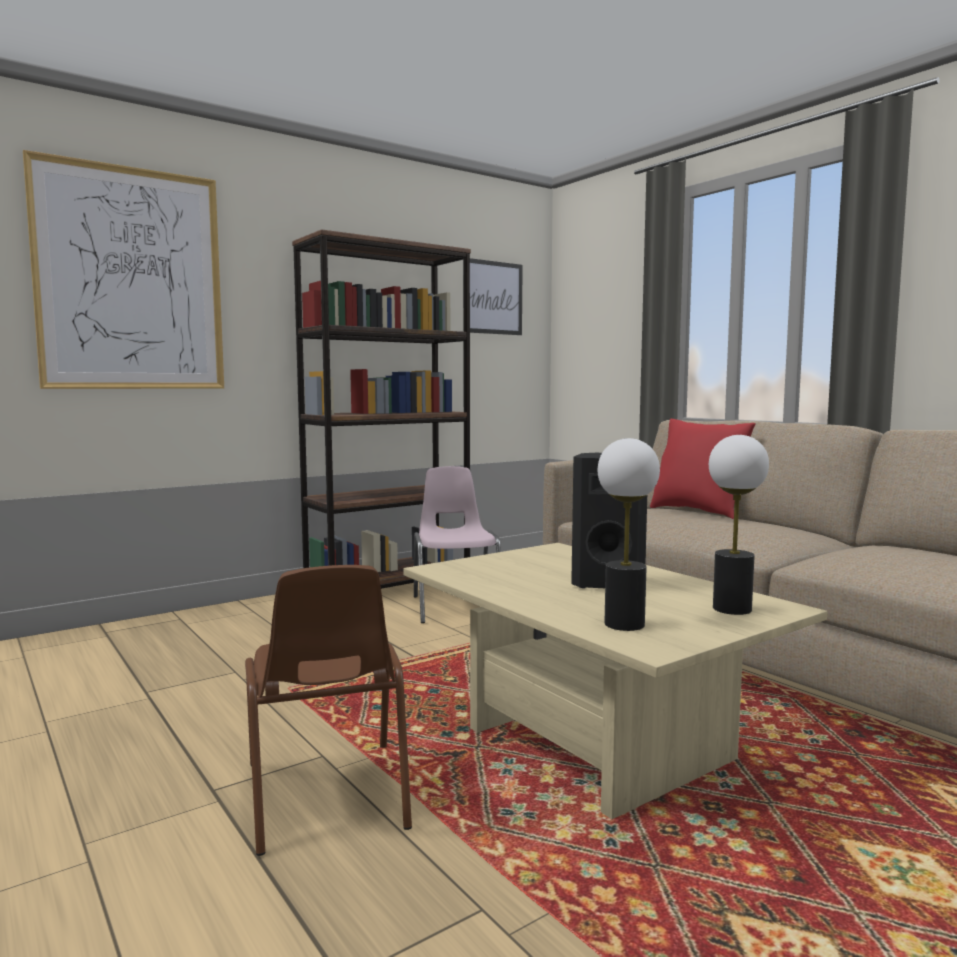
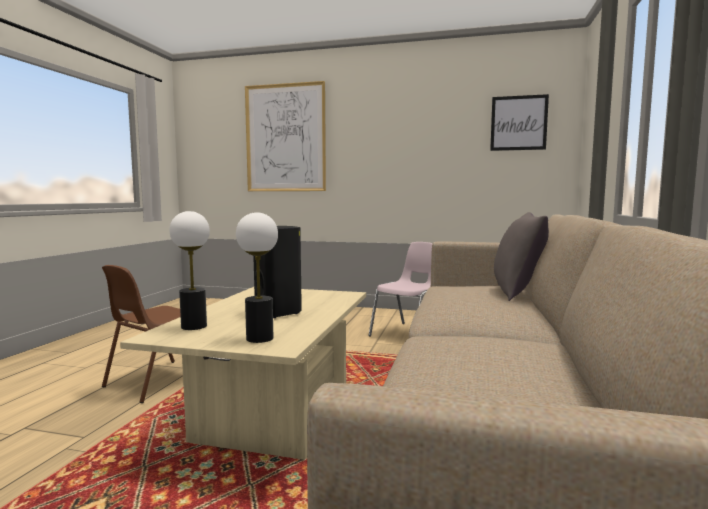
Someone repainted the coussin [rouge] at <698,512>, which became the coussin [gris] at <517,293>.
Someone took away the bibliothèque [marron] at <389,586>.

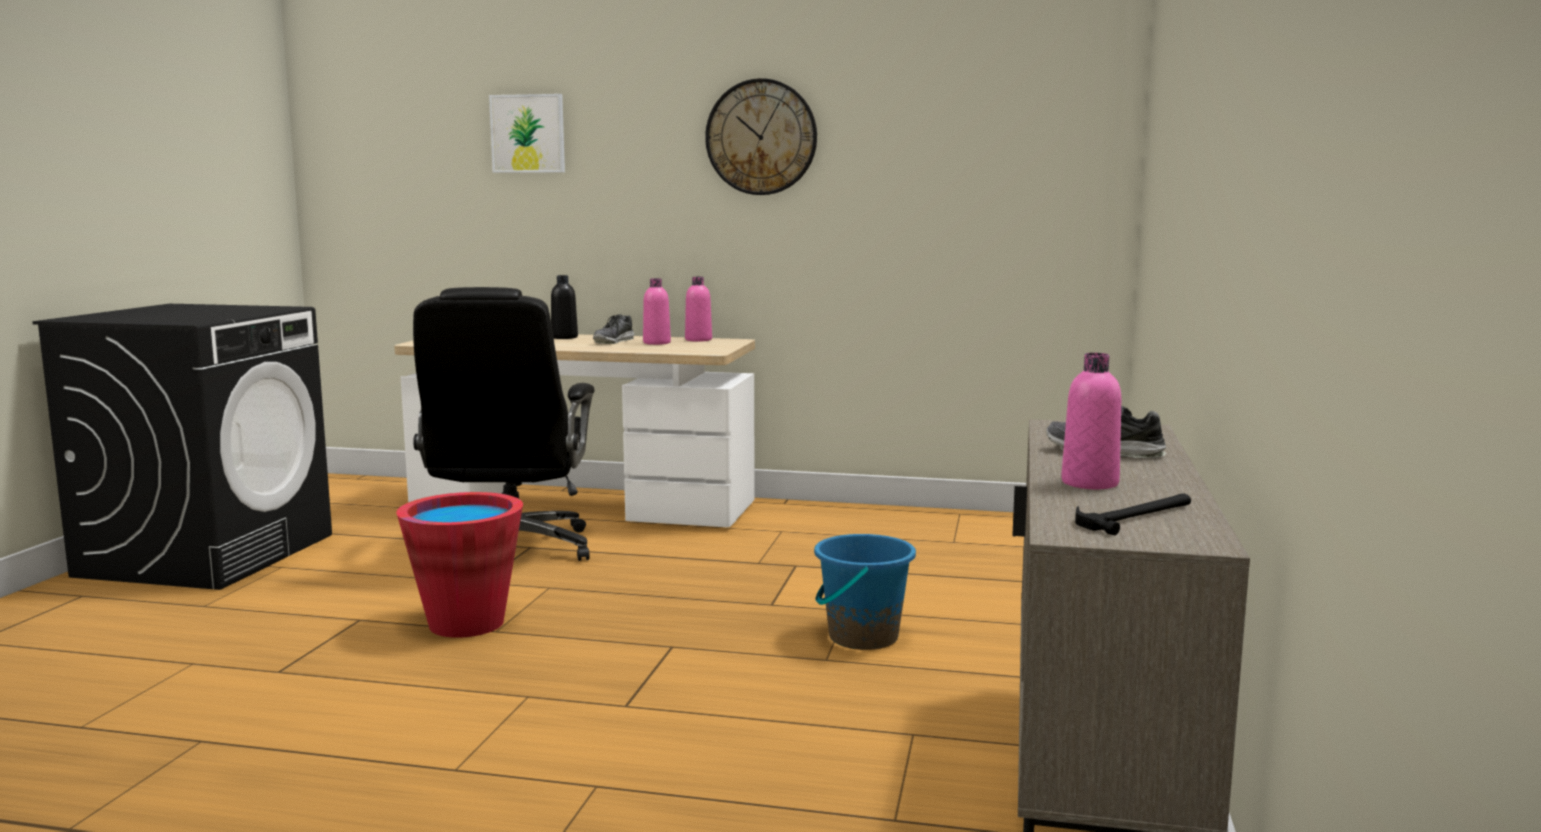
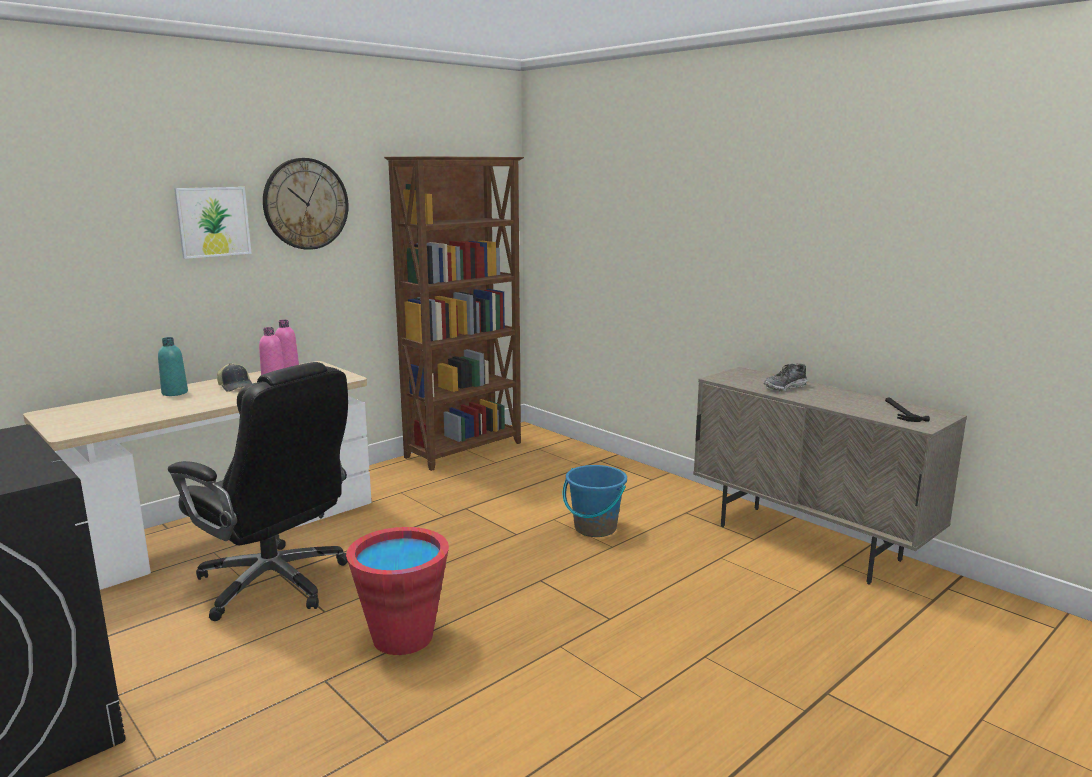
Someone repainted the bouteille [noir] at <564,337>, which became the bouteille [turquoise] at <175,393>.
Someone carried the tableau from <528,133> to <213,222>.
Someone swapped the chaussure at <614,341> for the casquette at <236,386>.
Someone put down the bibliothèque [marron] at <465,450>.
Someone took away the bouteille [rose] at <1090,483>.

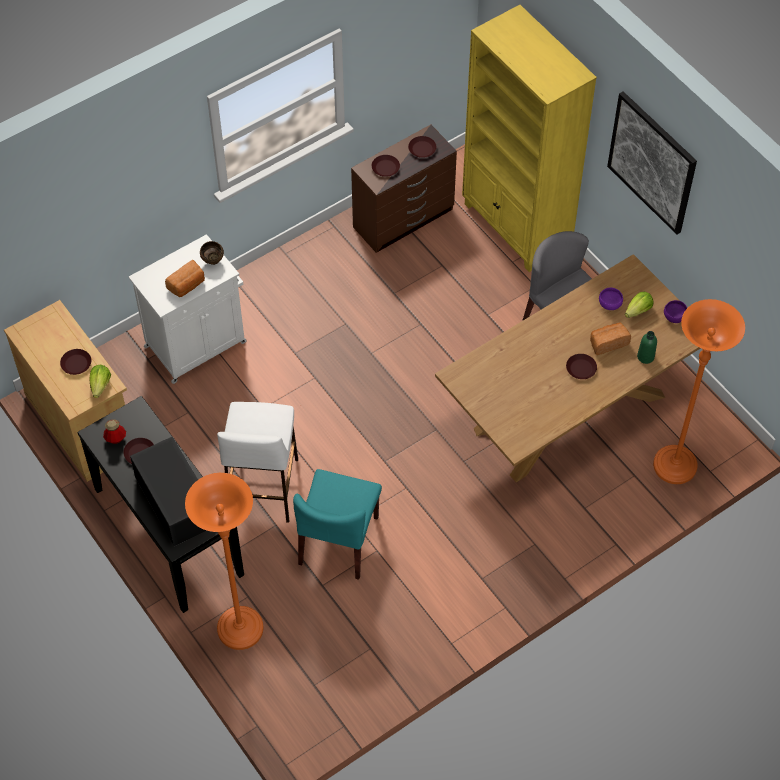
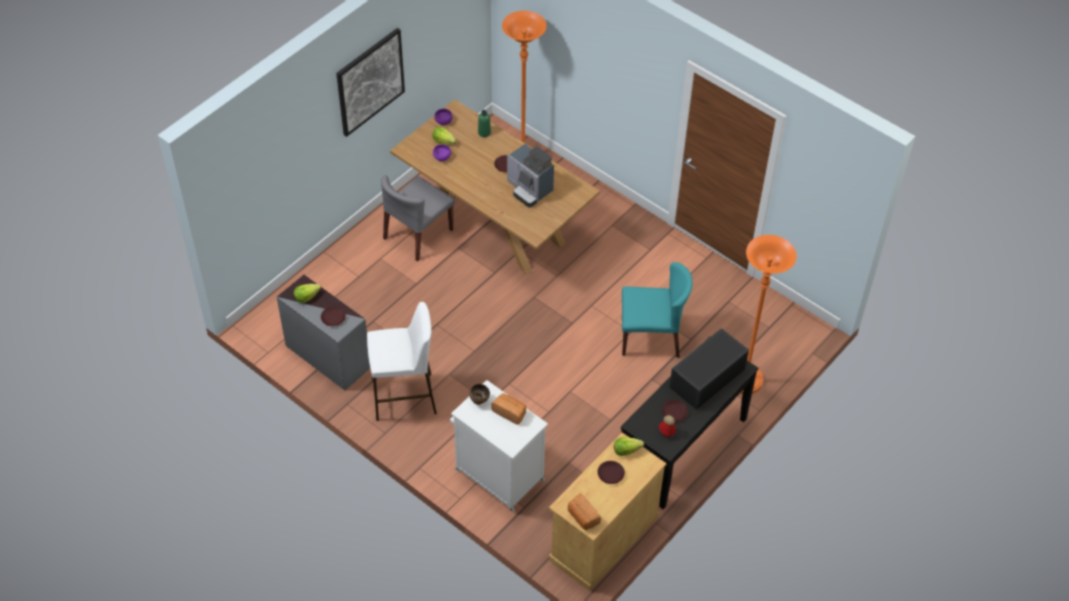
Someone repainted the commode [marron] at <404,219>, which became the commode [gris] at <328,356>.
Someone swapped the assiette [marron] at <422,149> for the laitue at <306,297>.
Someone carried the tabouret [blanc] from <263,488> to <404,397>.
Someone put down the machine à café at <529,189>.
Someone carried the pain from <608,343> to <582,517>.
Someone took away the bibliothèque [jaune] at <516,227>.

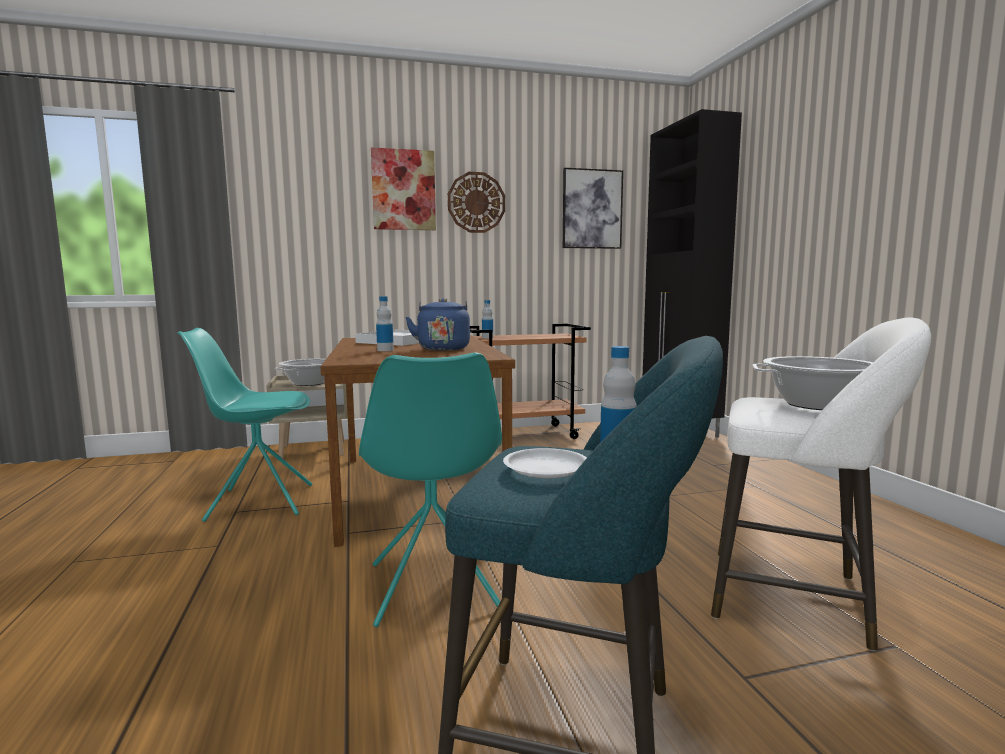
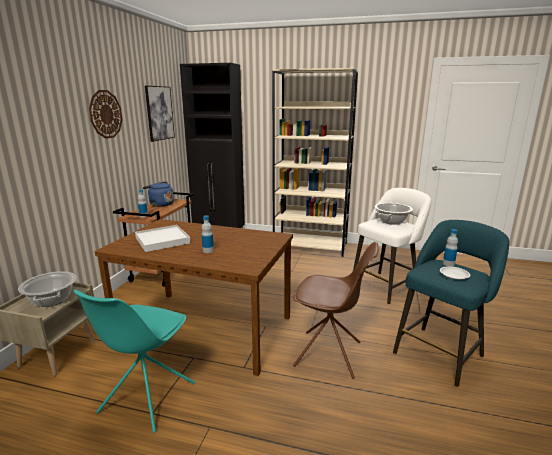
Someone carried the bouilloire [bleu] from <443,348> to <160,204>.
Someone put down the bibliothèque [beige] at <311,246>.
Someone repainted the chaise [turquoise] at <433,588>, which became the chaise [marron] at <329,354>.
Someone took away the tableau at <403,190>.

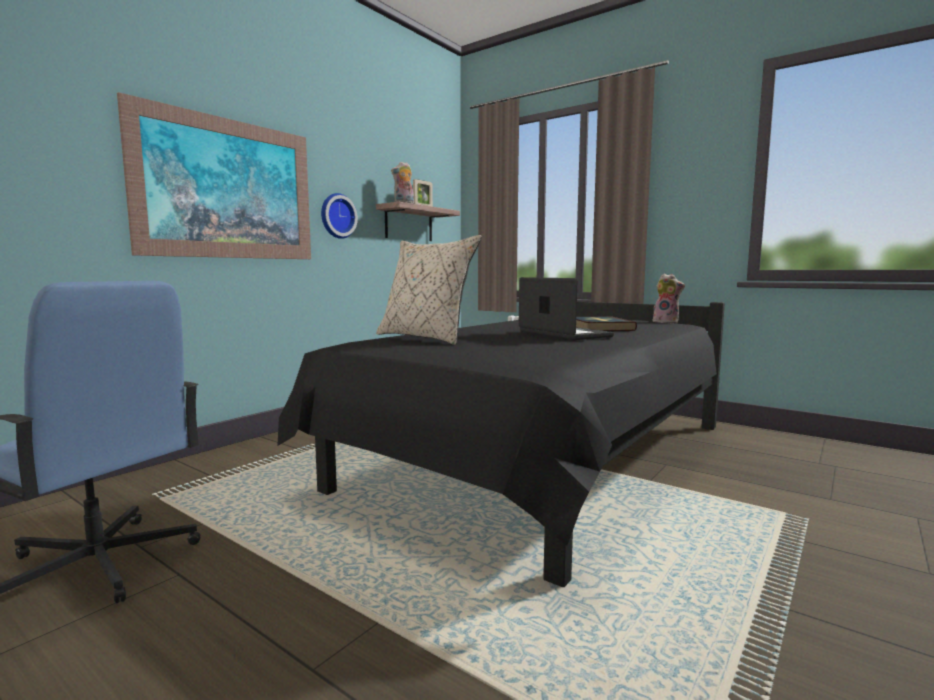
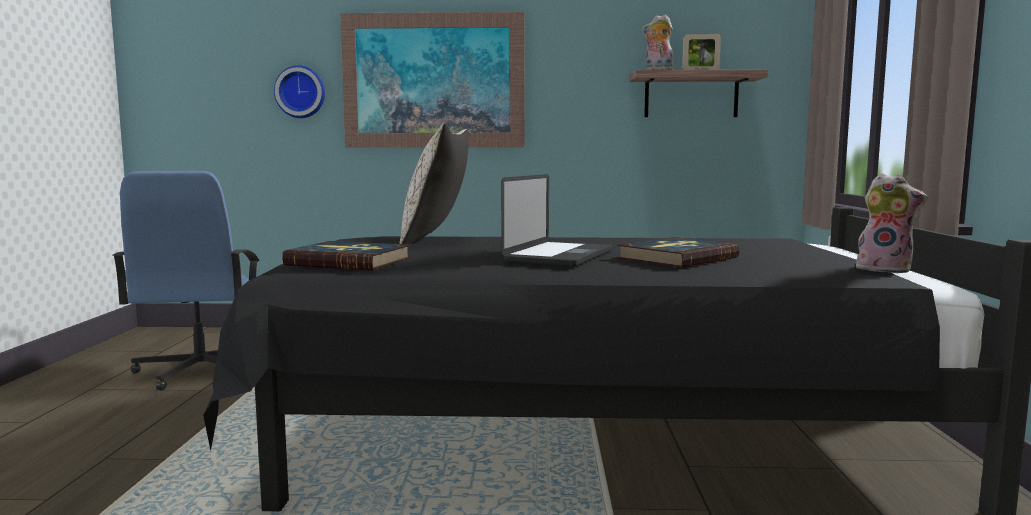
Someone carried the horloge murale from <336,216> to <301,92>.
Someone put down the livre at <349,261>.
Someone rotated the peluche at <666,322> by 60 degrees counterclockwise.

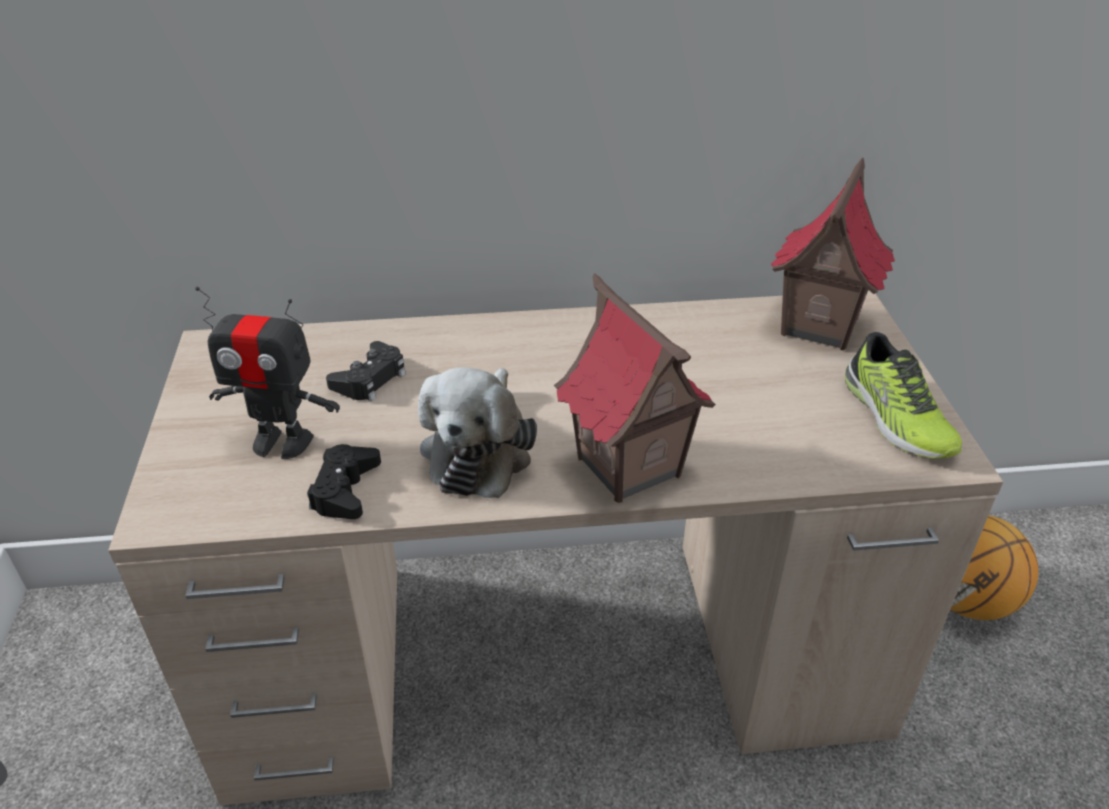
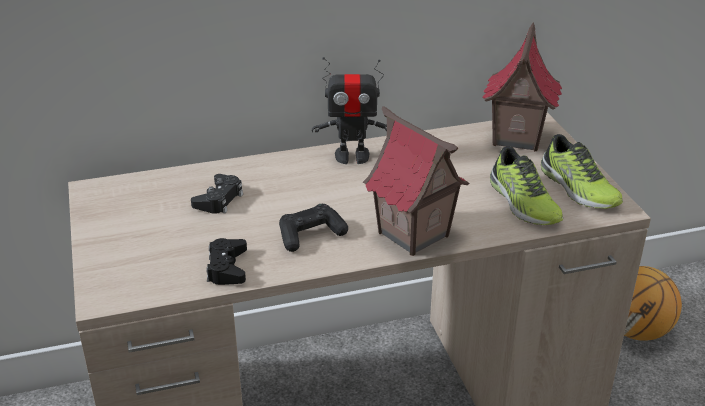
Someone swapped the peluche at <479,450> for the manette [noir] at <310,235>.
Someone carried the robot jouet from <282,442> to <352,156>.
Someone put down the chaussure at <522,202>.

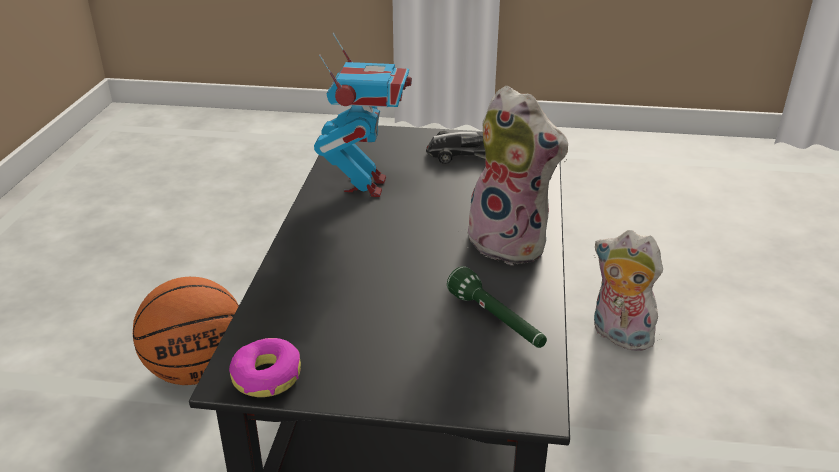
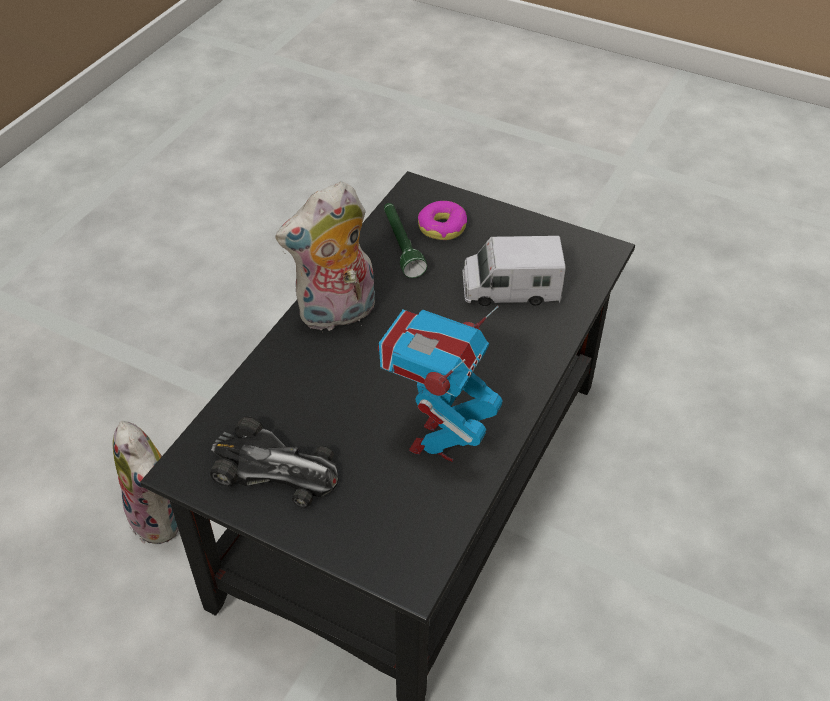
Someone rotated the peluche at <512,243> by 90 degrees counterclockwise.
Someone carried the beignet from <266,377> to <442,227>.
Someone put down the camion jouet at <510,289>.
Someone took away the ballon de basket at <197,370>.

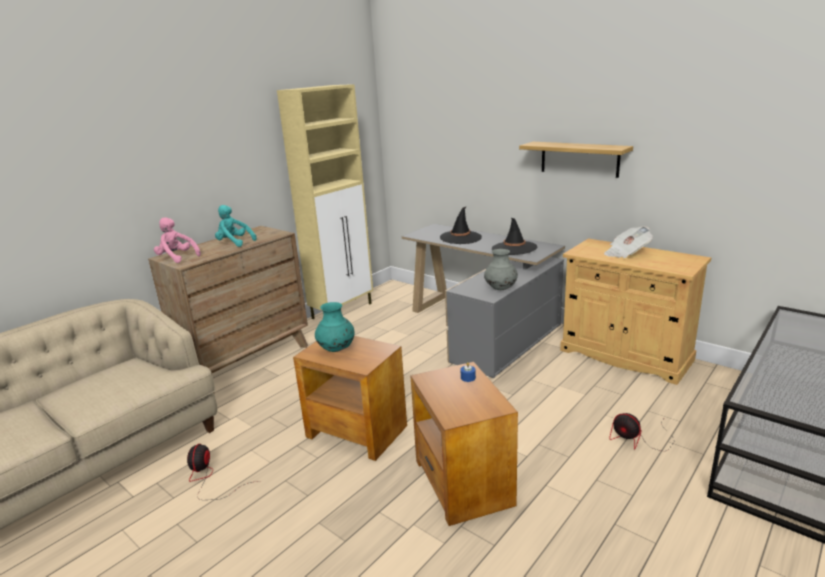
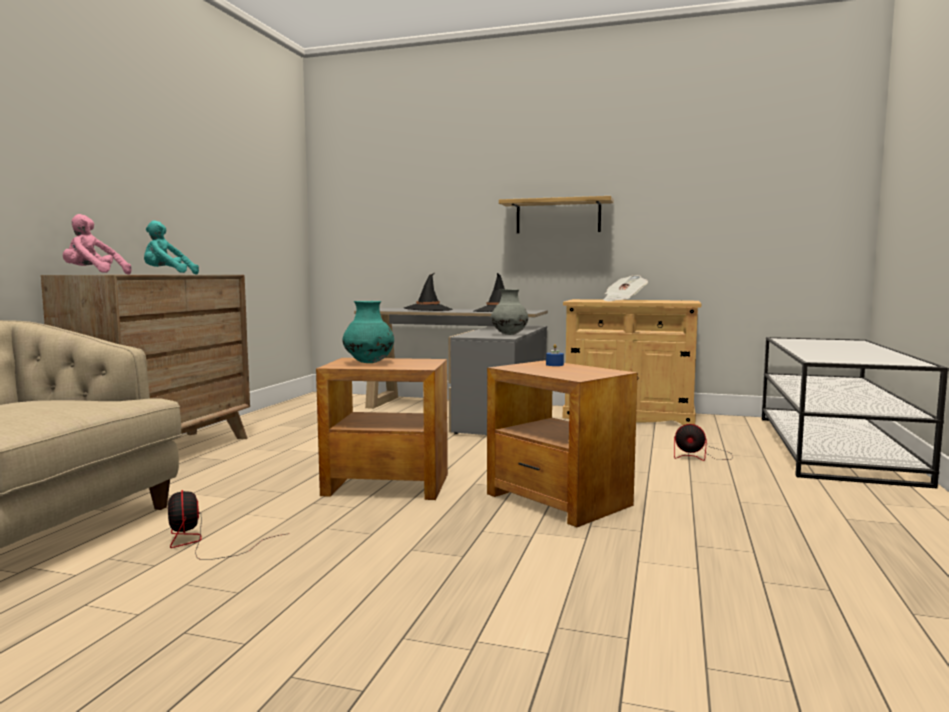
Someone took away the meuble de rangement [beige] at <343,310>.

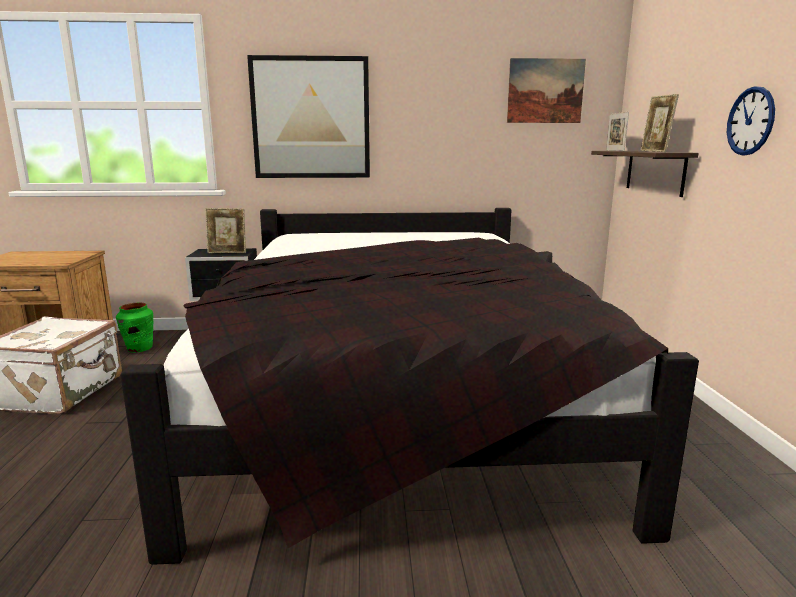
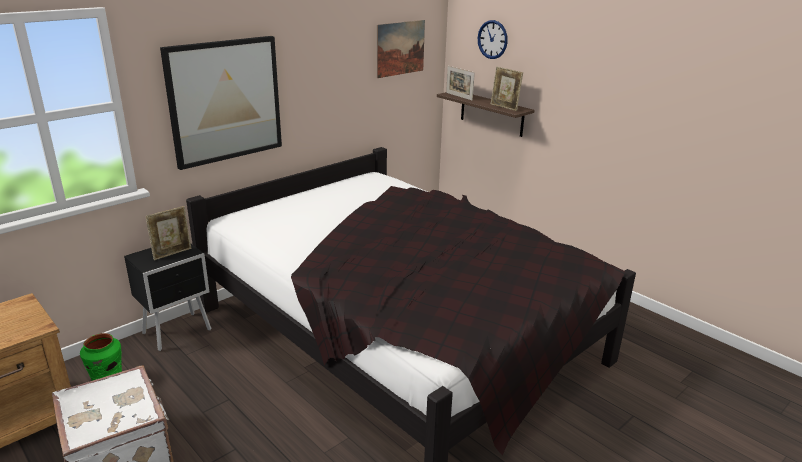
Someone carried the horloge murale from <750,121> to <492,39>.

